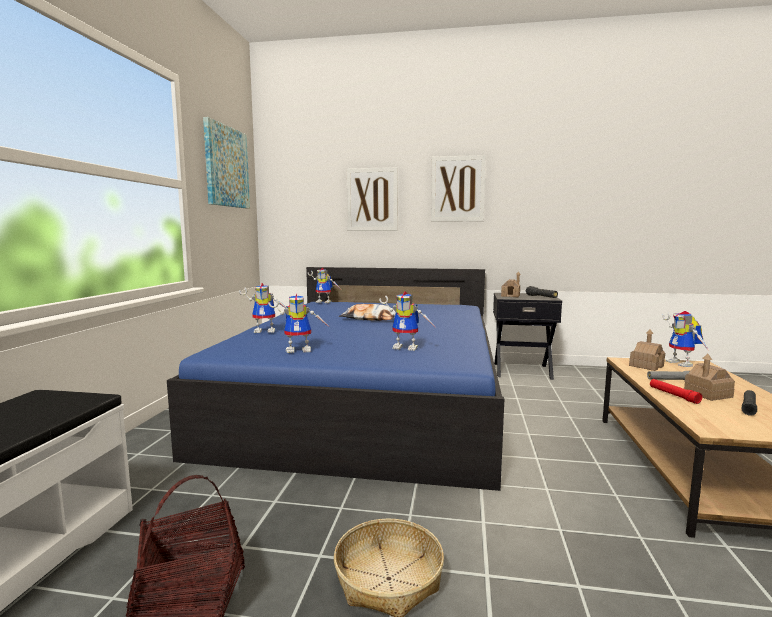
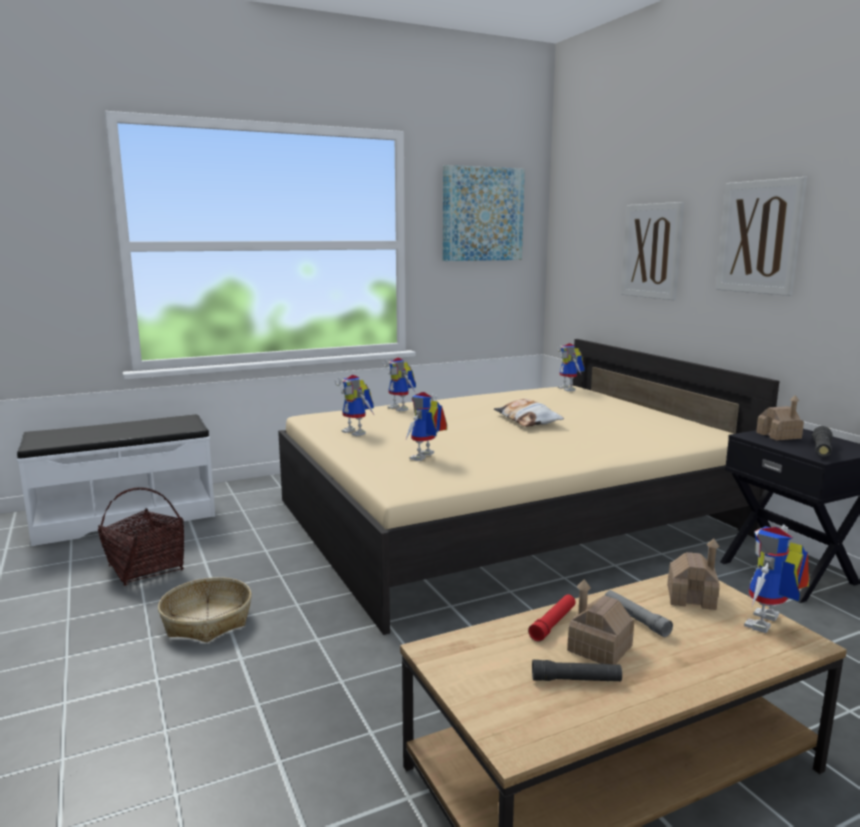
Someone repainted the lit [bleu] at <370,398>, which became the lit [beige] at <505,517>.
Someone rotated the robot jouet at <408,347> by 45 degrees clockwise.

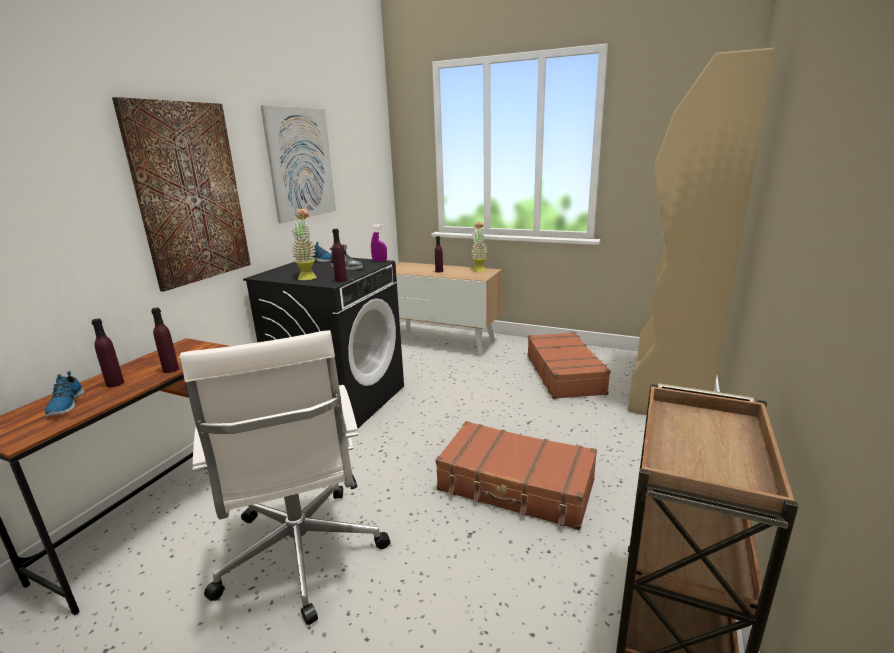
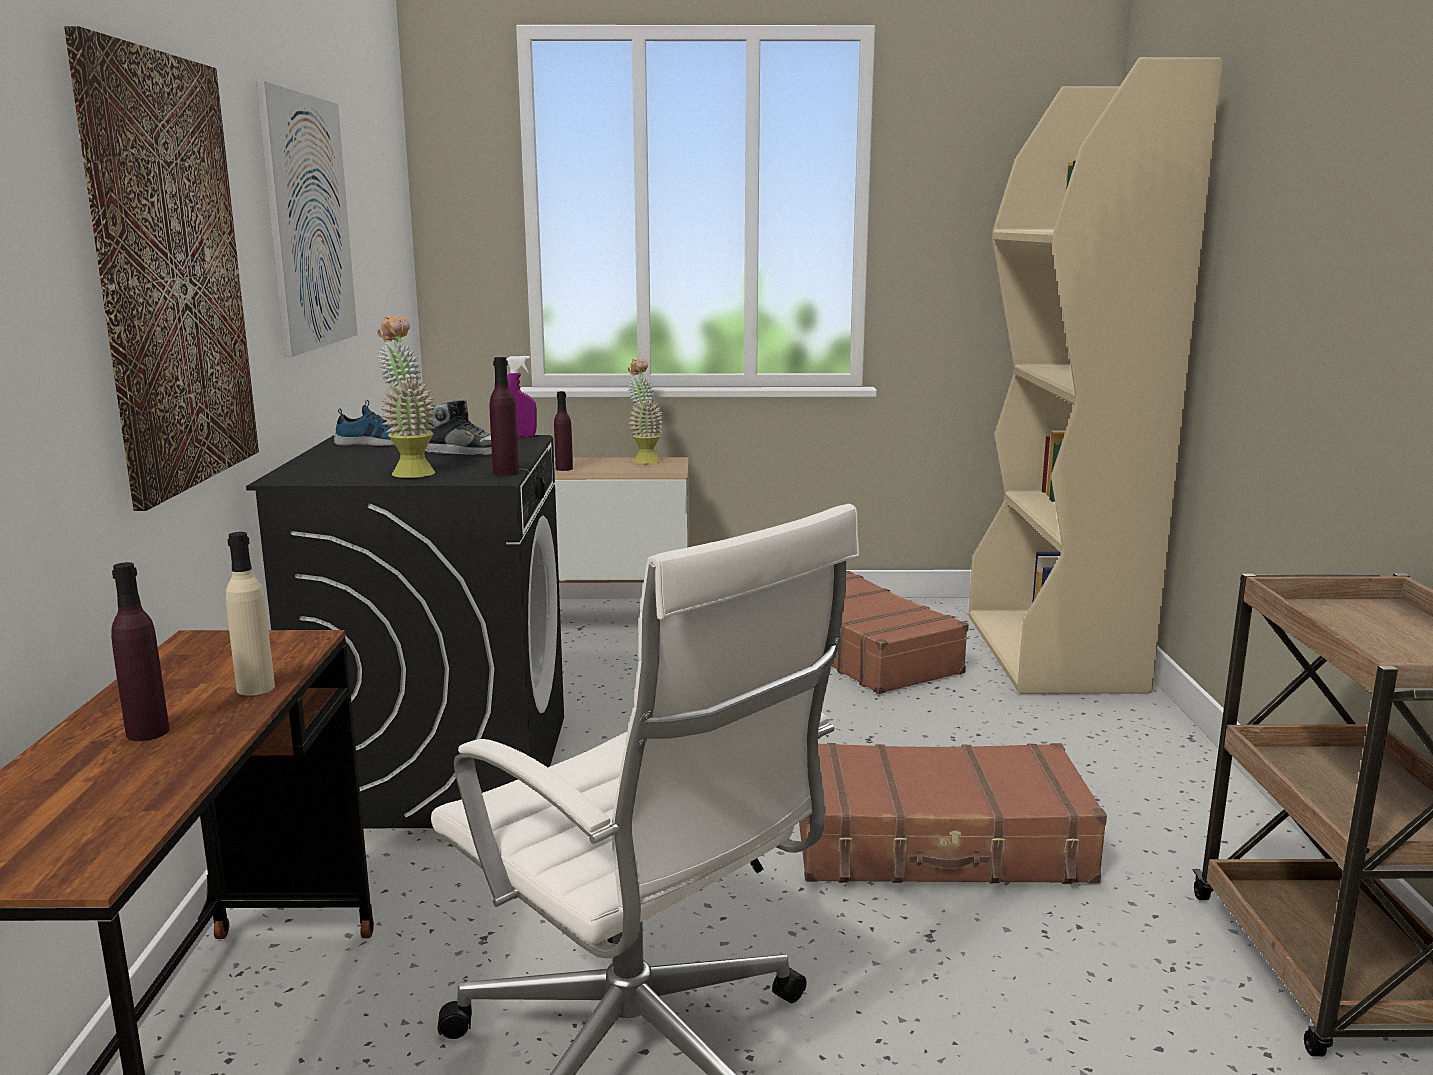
Someone repainted the bouteille [violet] at <171,369>, which became the bouteille [beige] at <255,688>.
Someone took away the chaussure at <65,405>.

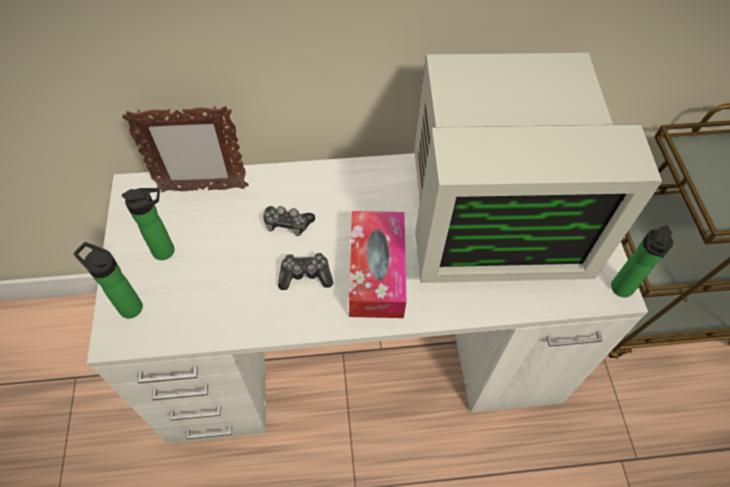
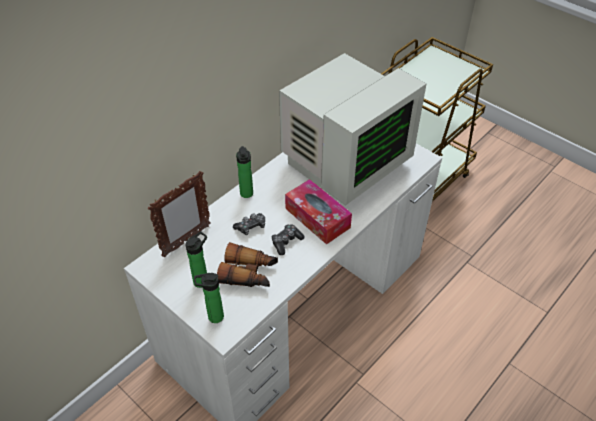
Someone put down the jumelles at <249,273>.
Someone carried the bouteille from <620,290> to <247,195>.

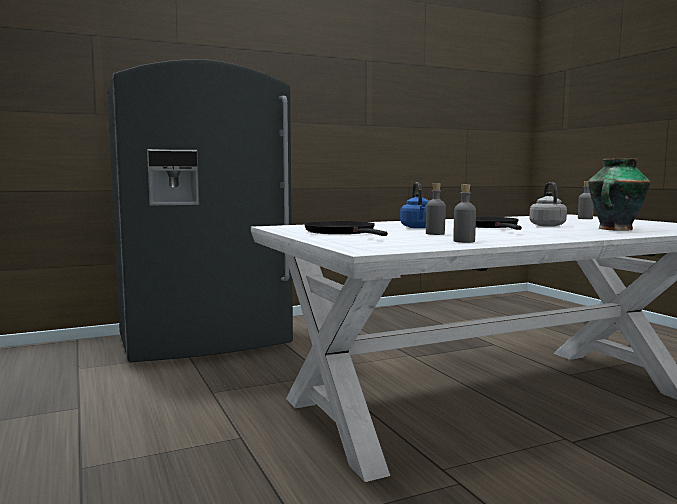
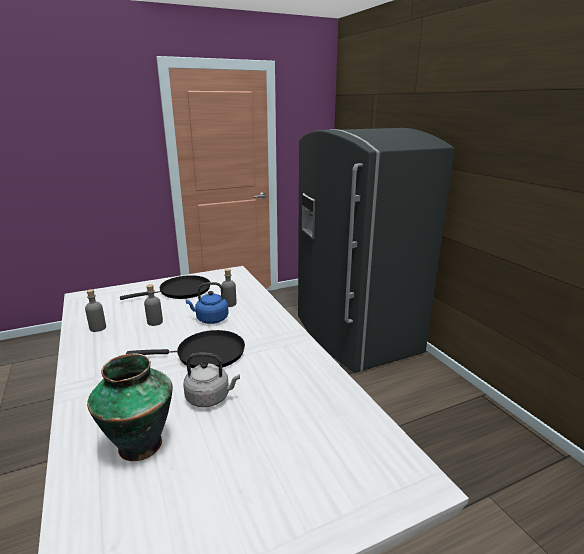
Someone carried the bouteille [gris] from <585,218> to <229,304>.

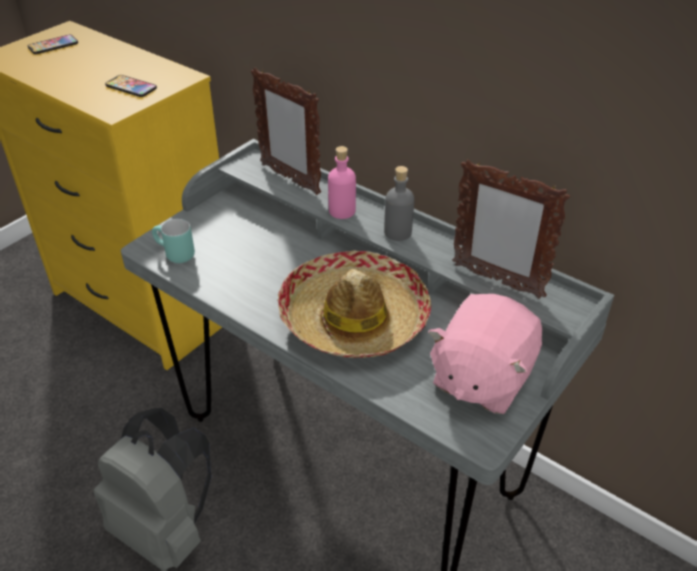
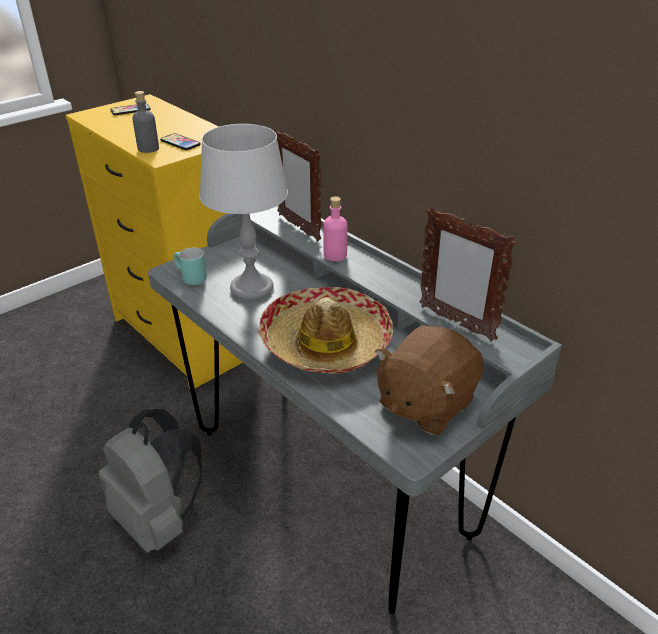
Someone carried the bouteille [gris] from <398,232> to <148,148>.
Someone put down the lampe de table [gris] at <251,288>.
Someone repainted the peluche [rose] at <480,378>, which became the peluche [marron] at <425,403>.

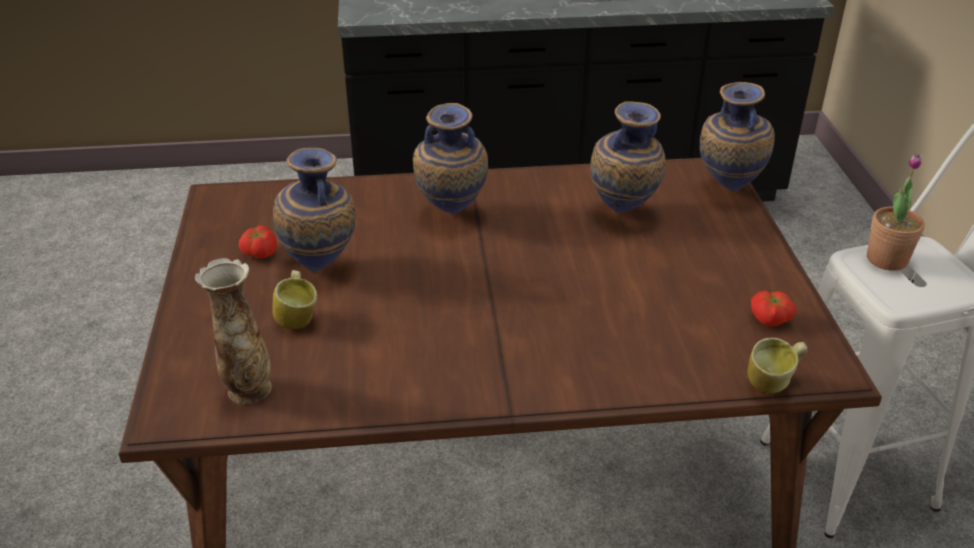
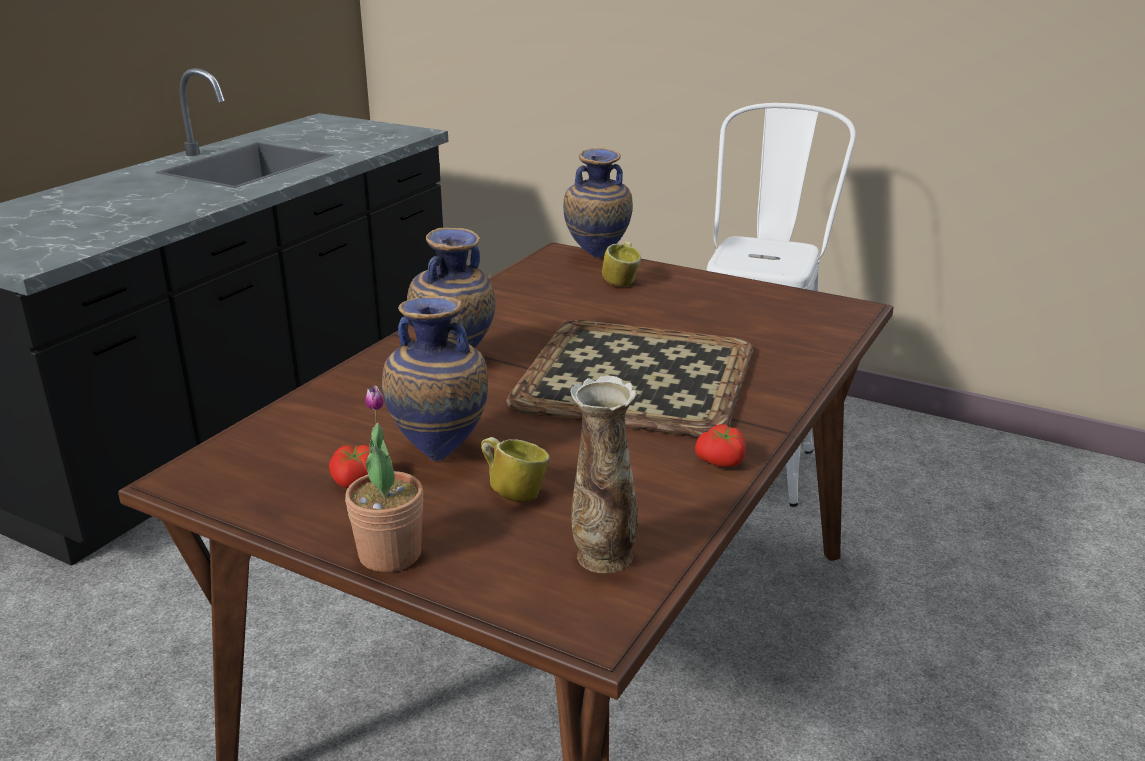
Someone carried the plante en pot from <887,259> to <390,554>.
Someone put down the plateau at <633,378>.
Someone carried the mug from <773,384> to <622,282>.
Someone carried the tomate from <769,320> to <722,462>.
Someone took away the vase at <623,214>.

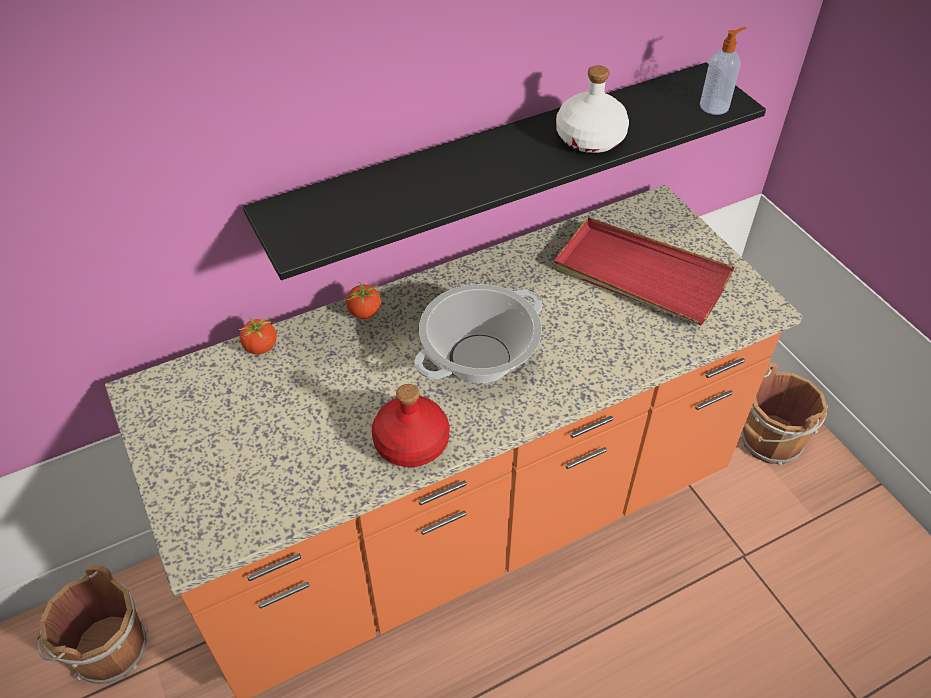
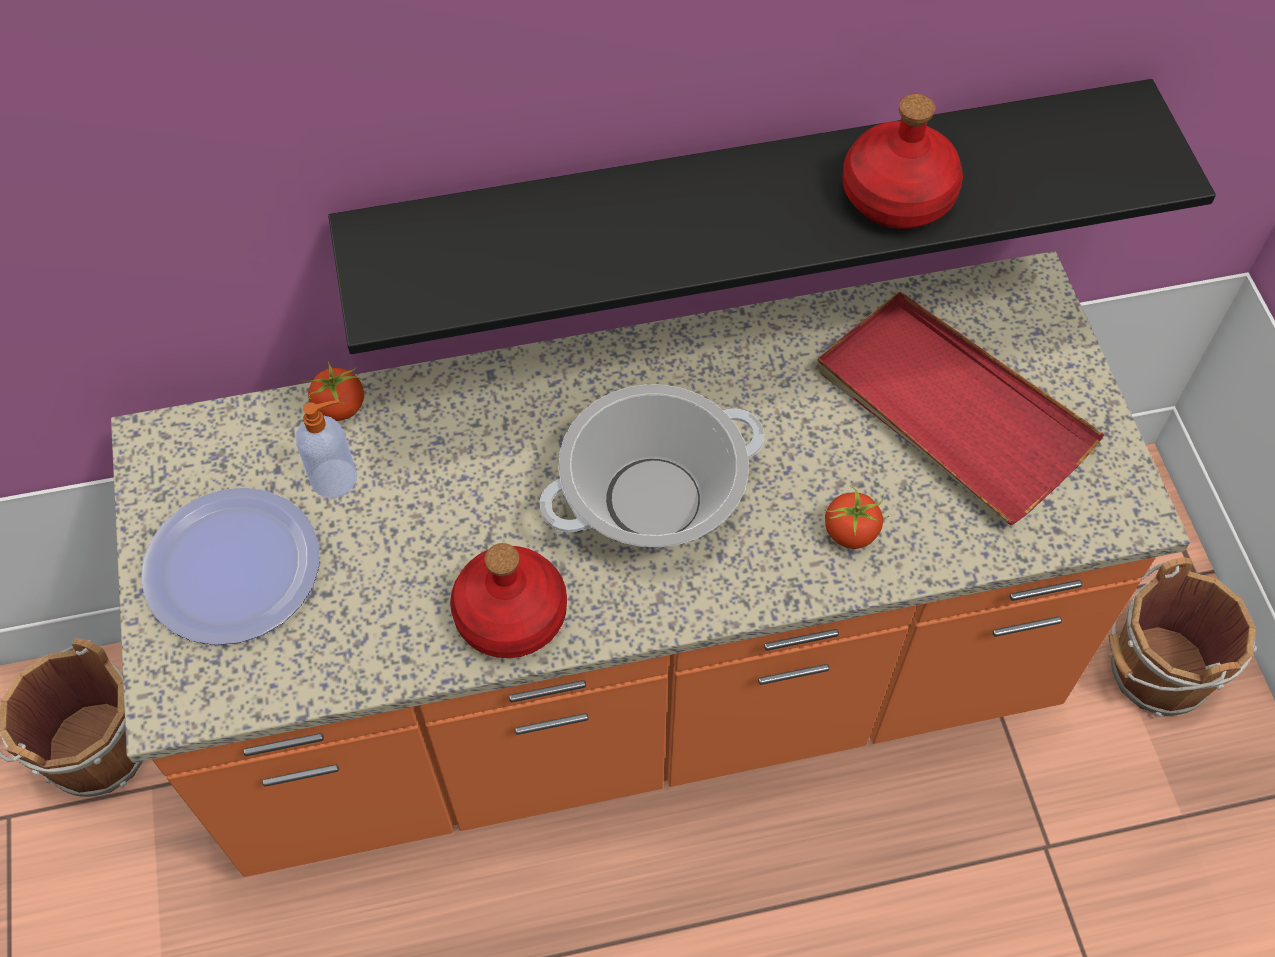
Someone put down the assiette at <233,567>.
Someone carried the distributeur de savon from <715,106> to <336,478>.
Someone carried the tomate from <365,312> to <851,532>.
Someone repainted the bouteille [blanc] at <589,138>, which became the bouteille [rouge] at <896,196>.

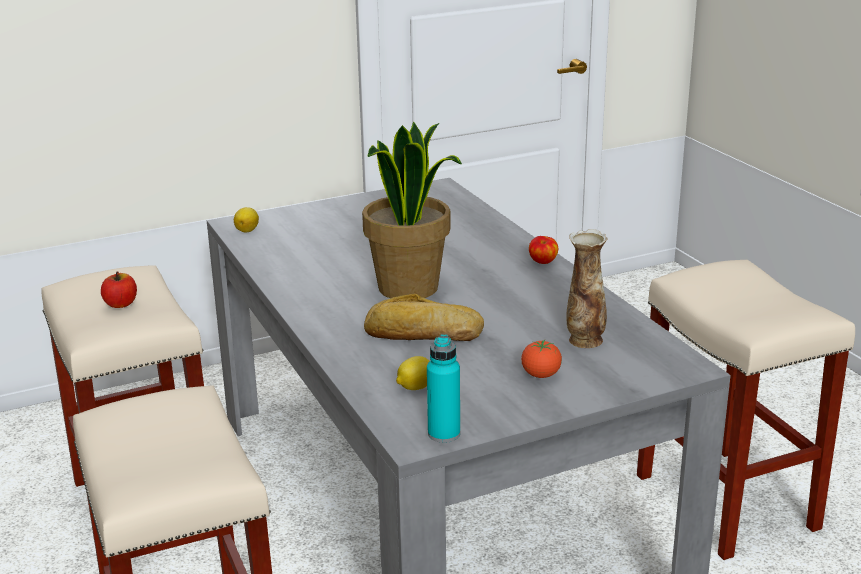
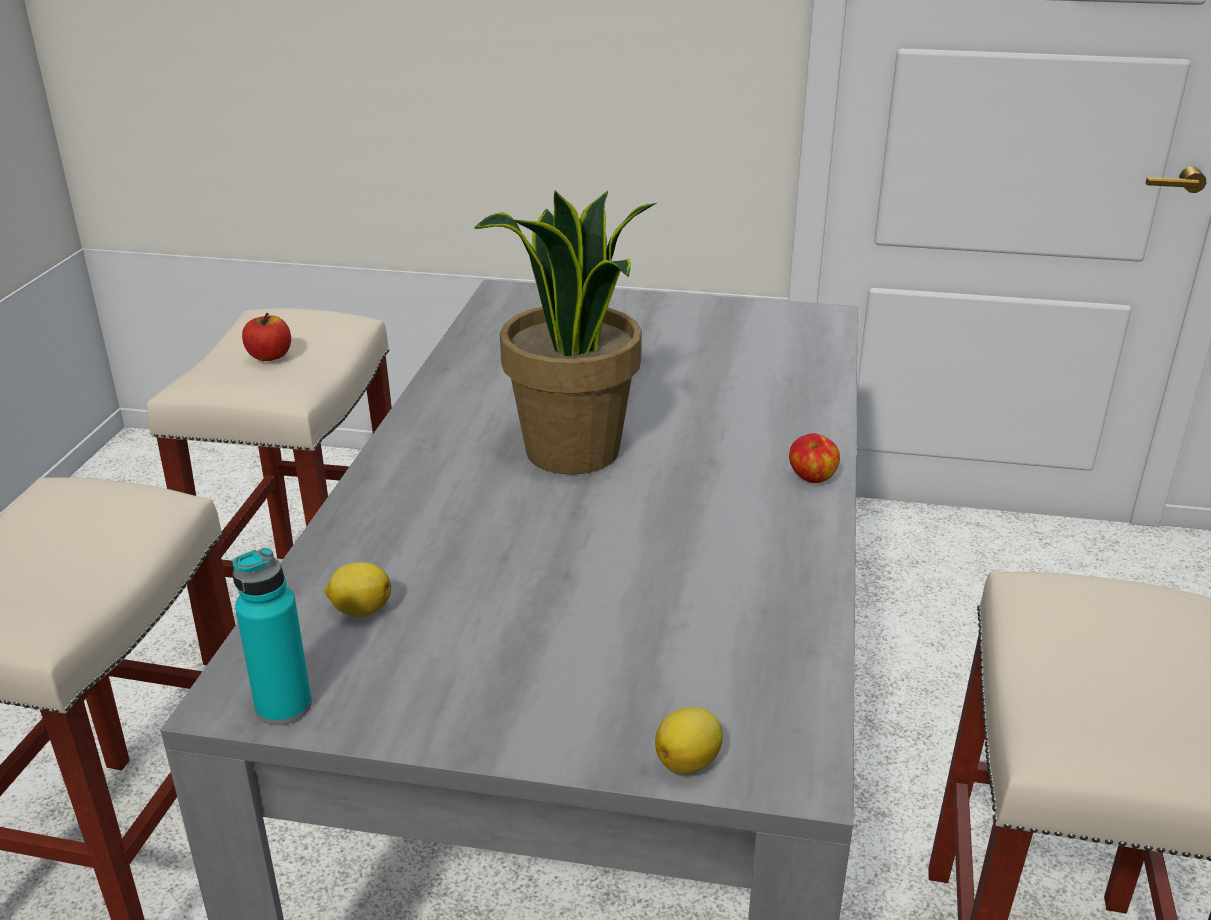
Someone carried the citron from <247,230> to <689,762>.
Someone took away the pain at <423,334>.
Someone took away the tomate at <541,375>.
Someone took away the vase at <584,340>.

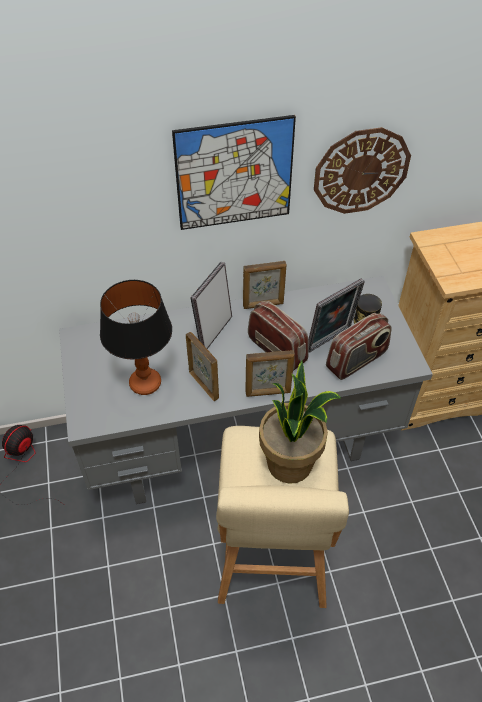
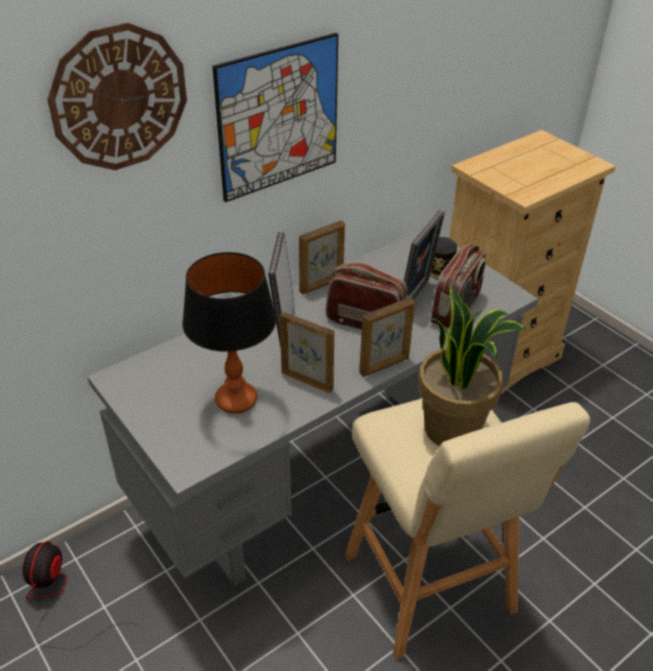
Someone carried the horloge murale from <361,171> to <119,98>.

